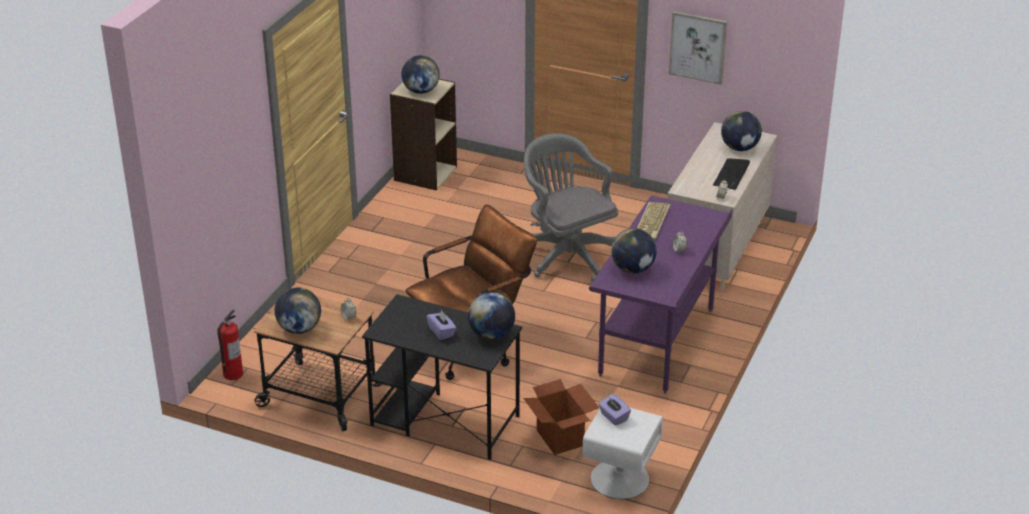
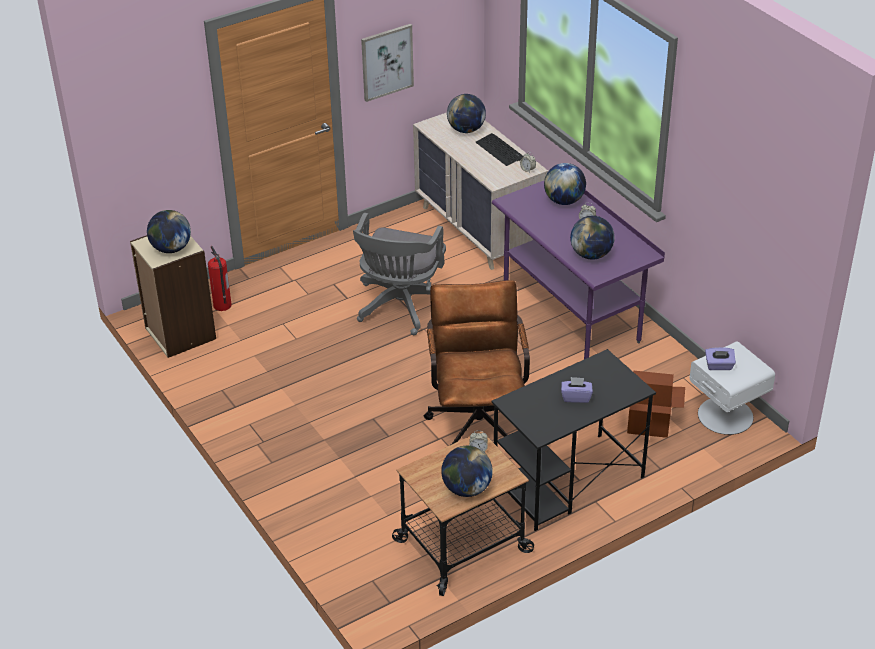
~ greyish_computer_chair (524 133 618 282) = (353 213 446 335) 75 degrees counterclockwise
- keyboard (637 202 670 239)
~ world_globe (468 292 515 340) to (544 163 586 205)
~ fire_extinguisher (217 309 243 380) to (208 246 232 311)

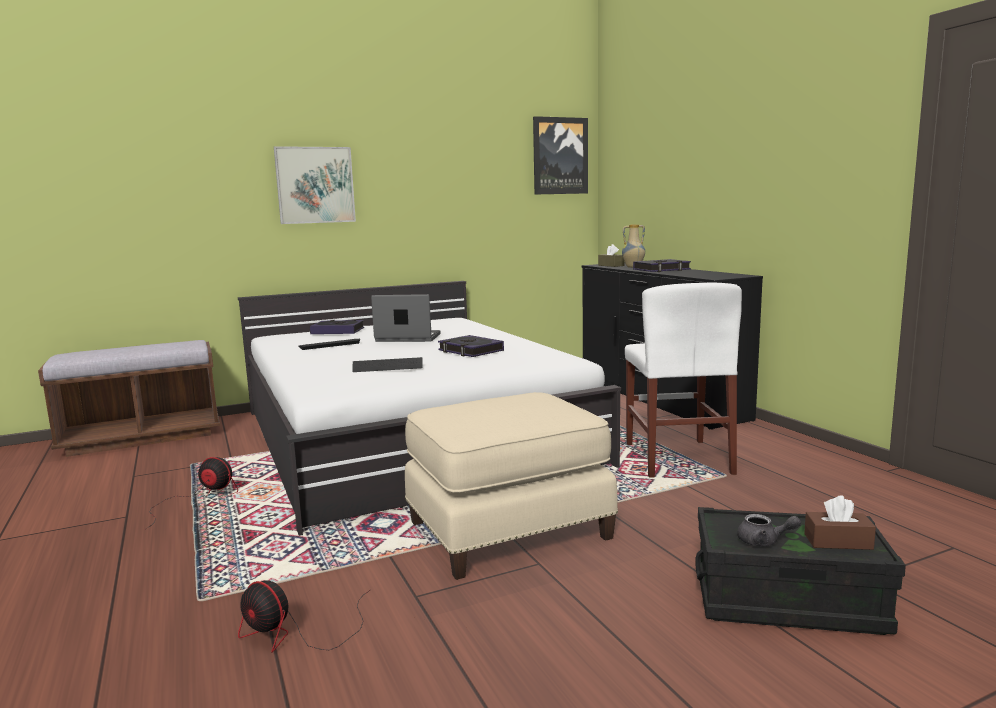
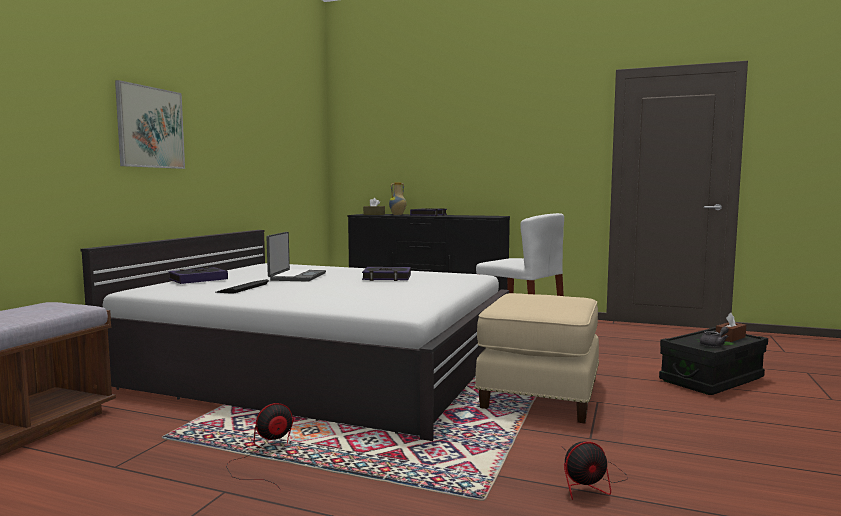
- wall_picture (533 116 588 194)
~ notebook_computer (371 294 441 342) = (267 232 326 282) 135 degrees clockwise
- keyboard (352 357 423 372)

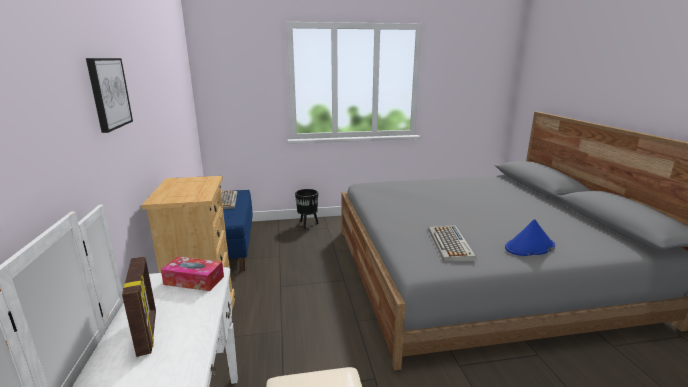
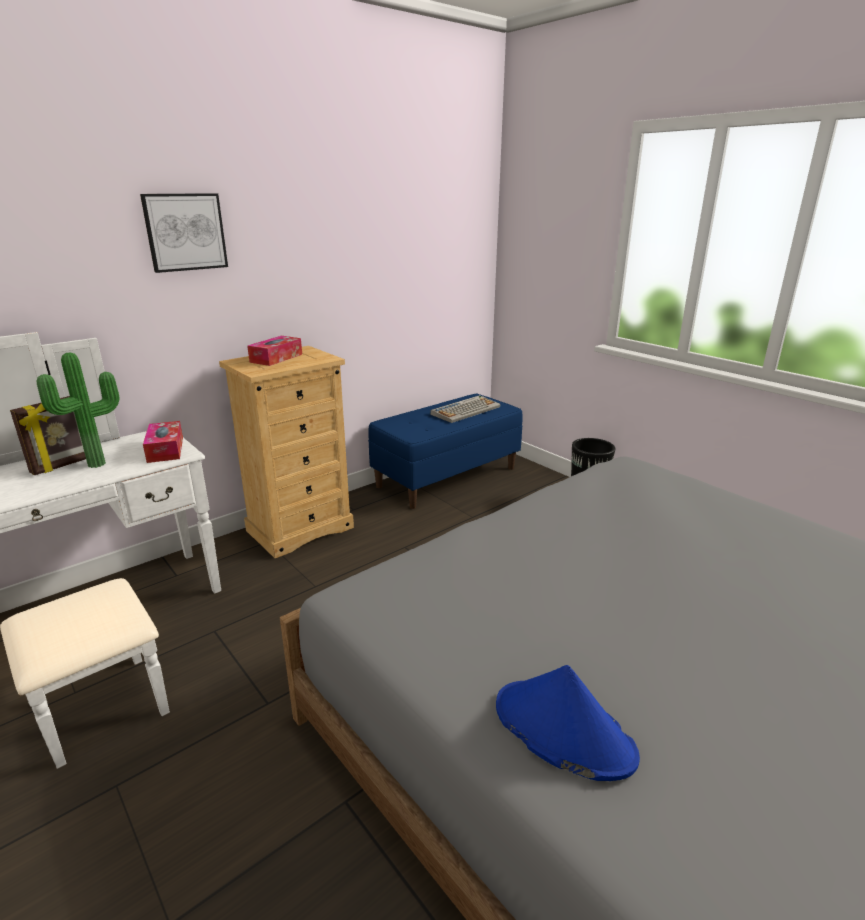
- keyboard (429 225 477 261)
+ box_of_tissues (247 336 302 366)
+ plant_in_a_pot (36 352 119 468)

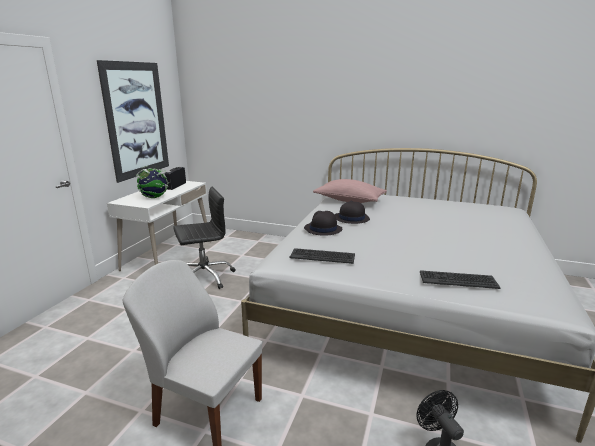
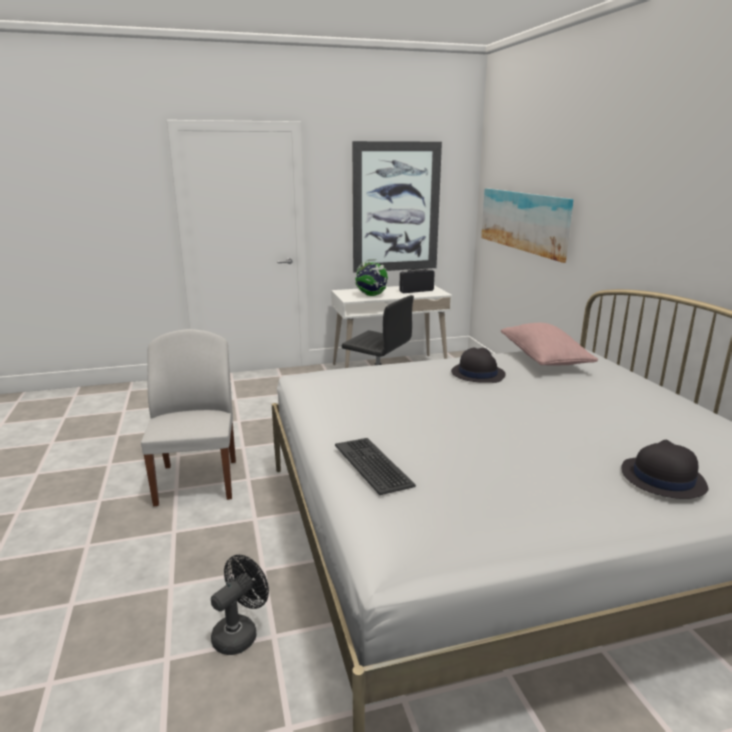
~ blackish_wearable_hat (304 211 342 236) to (622 440 709 499)
- keyboard (289 248 355 264)
+ wall_picture (481 188 574 263)

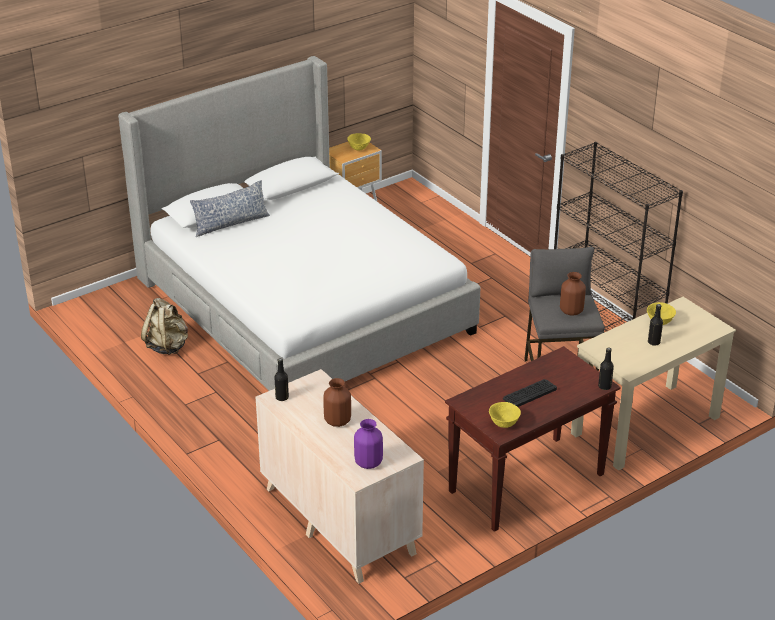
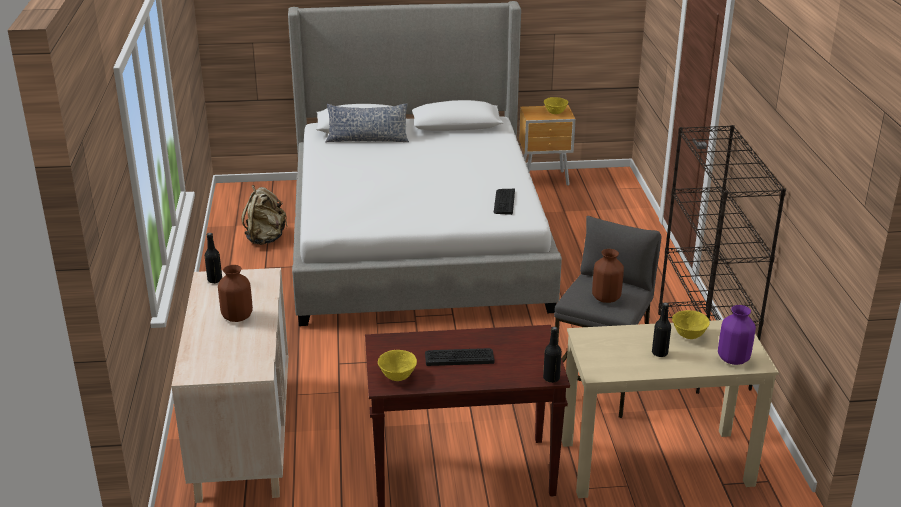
~ purple-coloured_flower_vase (354 419 383 469) to (718 305 756 365)
+ keyboard (494 189 515 215)

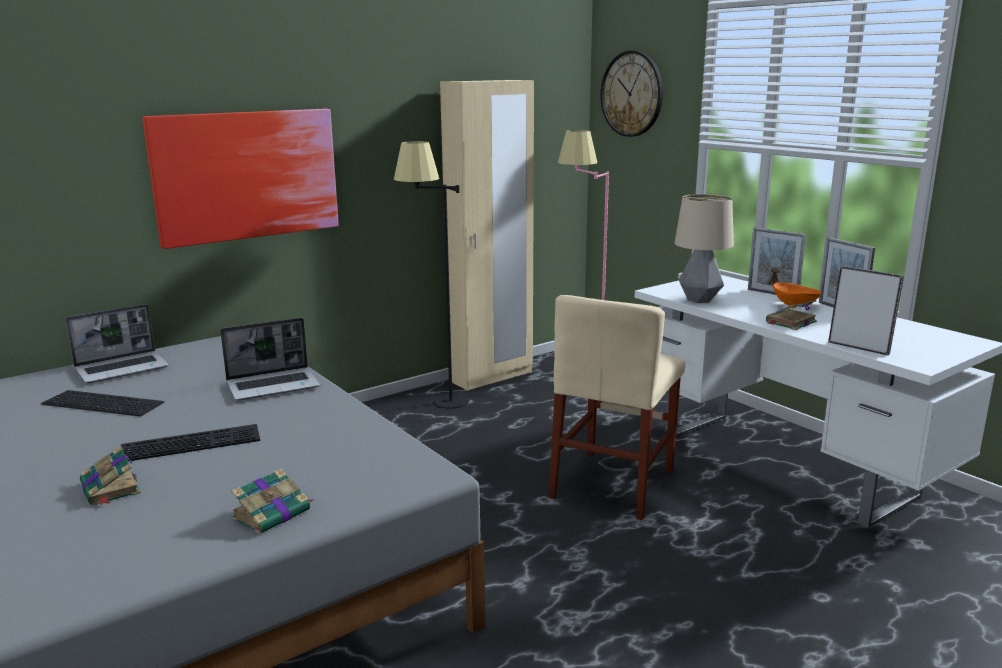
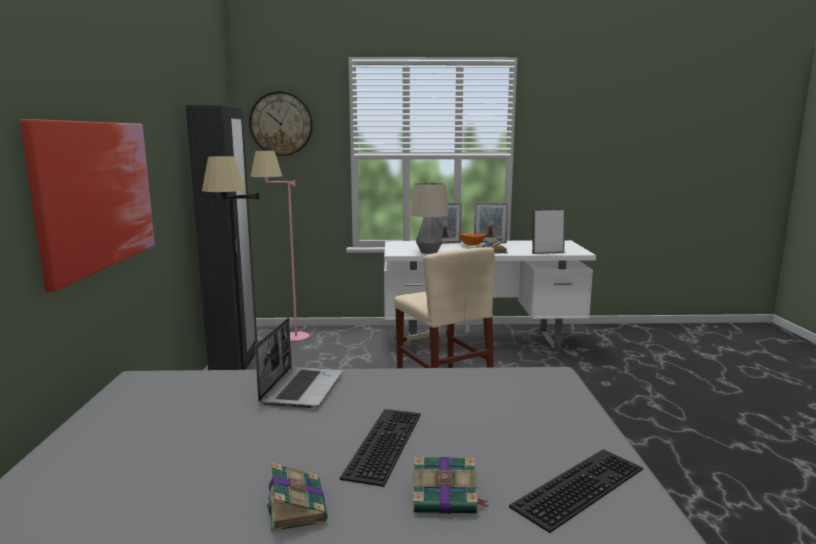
~ beige_wardrobe (440 80 534 391) to blackish_wardrobe (185 105 257 370)
- notebook_computer (65 304 169 383)
~ keyboard (41 390 164 417) to (509 449 643 533)
~ volume (231 469 313 534) to (267 463 328 532)

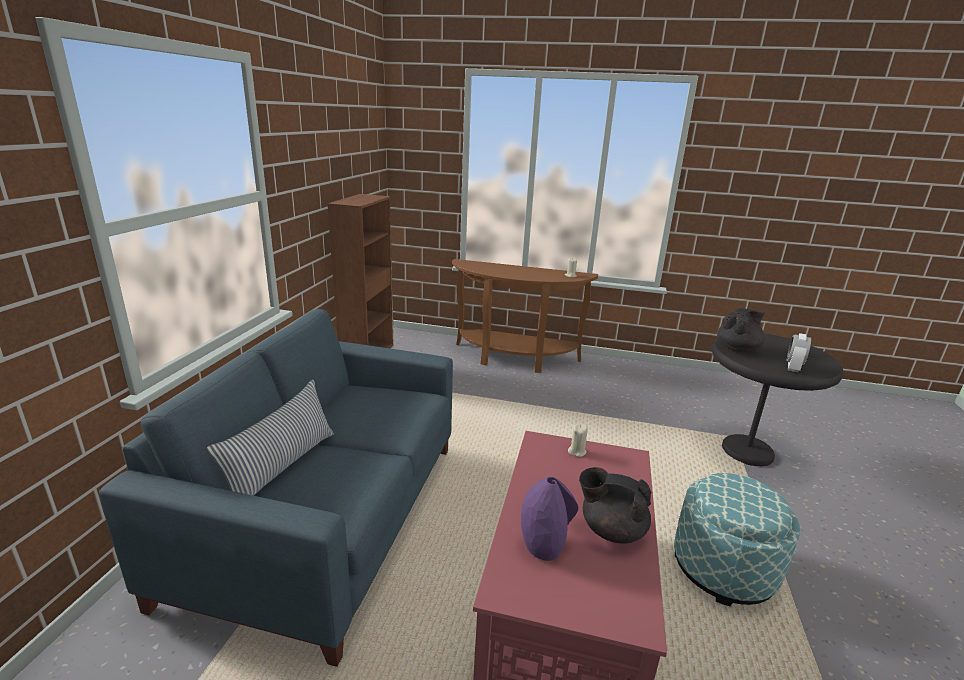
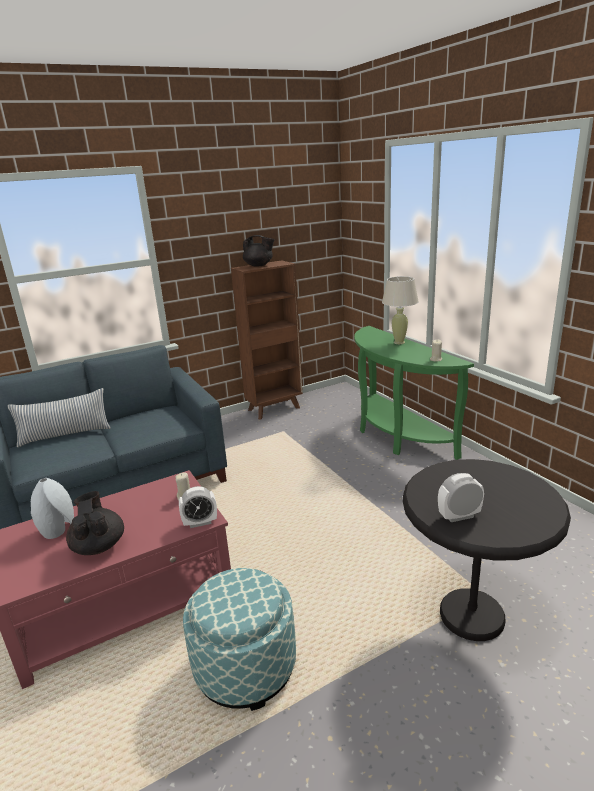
~ brown-coloured_narrow_table (452 259 598 373) to greenish_narrow_table (354 326 474 460)
~ blackish_tea_pot (717 308 765 352) to (243 235 275 266)
~ purple-coloured_flower_vase (521 477 578 561) to greyish_flower_vase (31 478 74 539)
+ beige_tabletop_lamp (382 276 419 344)
+ bedside_clock (179 486 217 528)

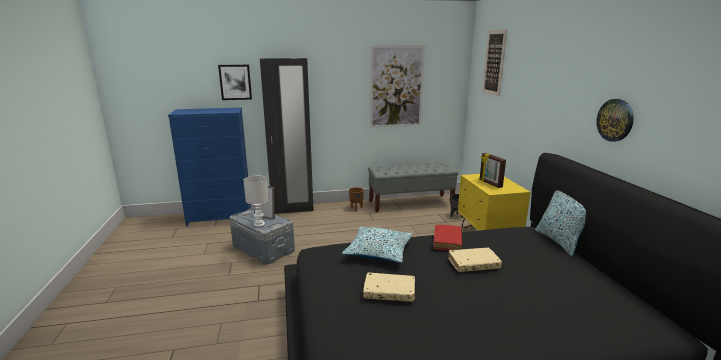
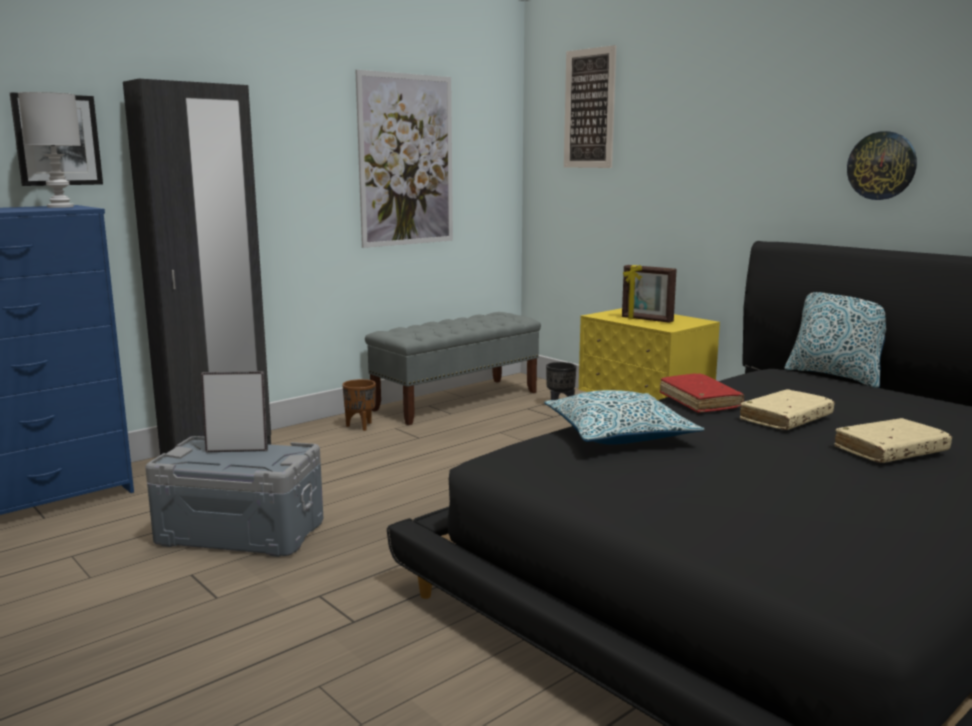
~ whitish_tabletop_lamp (243 176 269 227) to (18 92 81 208)
~ beige_volume (363 273 415 302) to (835 418 952 463)

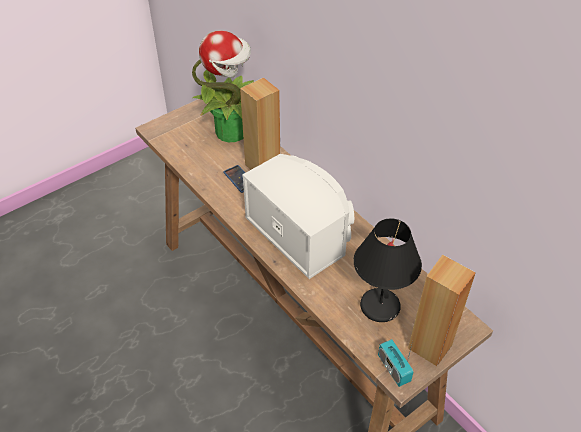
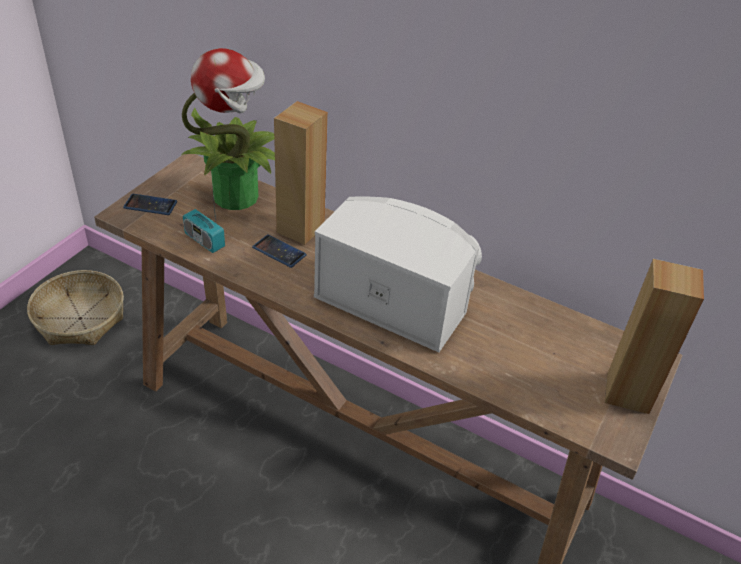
- blackish_tabletop_lamp (353 218 422 322)
~ radio (378 339 414 387) to (183 186 225 253)
+ telephone (123 194 177 215)
+ basket (27 270 124 345)

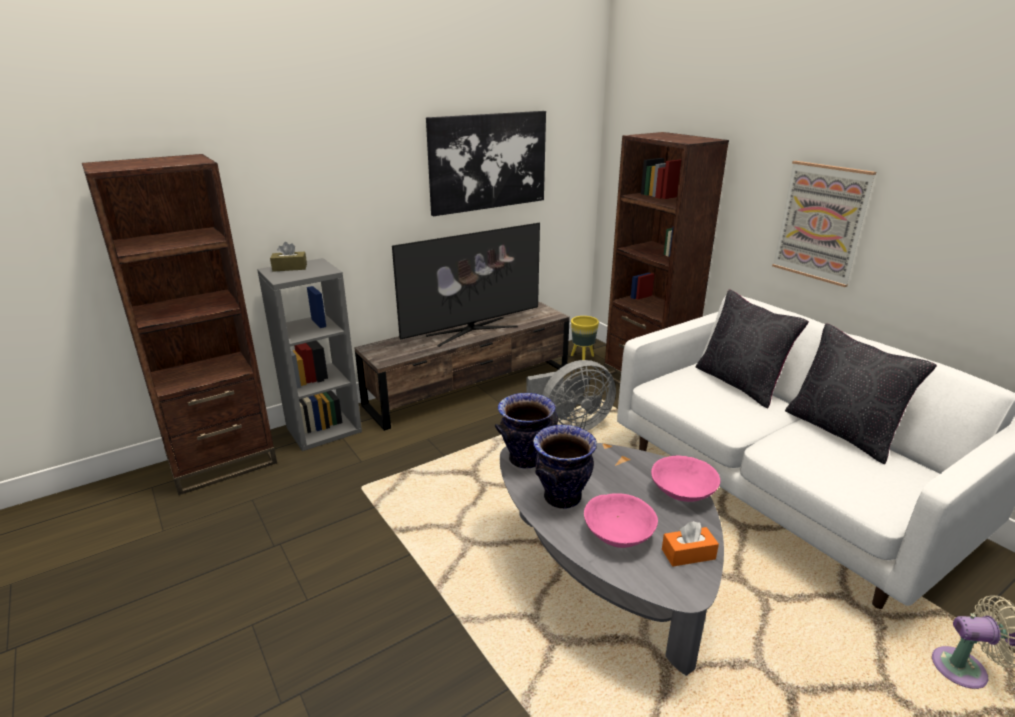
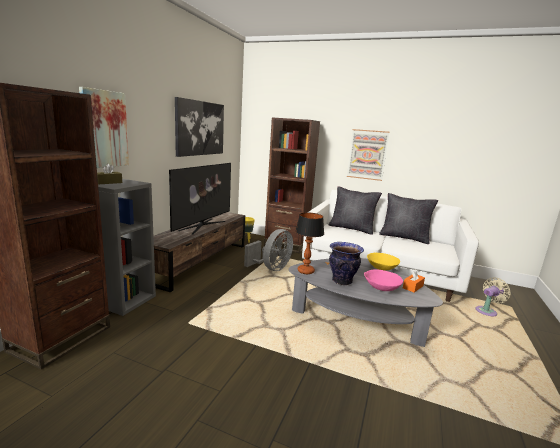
~ flower_vase (495 393 558 468) to tabletop_lamp (295 213 324 274)
~ pink_serving_bowl (651 456 720 502) to yellowish_serving_bowl (367 253 400 270)
+ wall_picture (79 87 129 168)

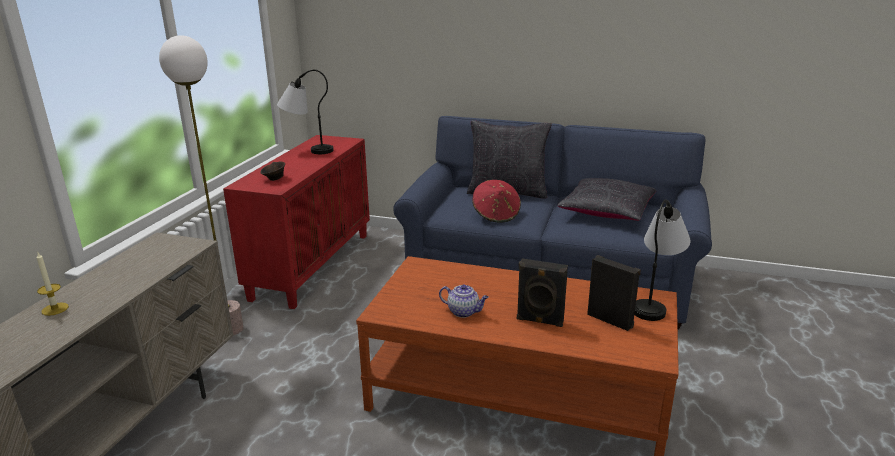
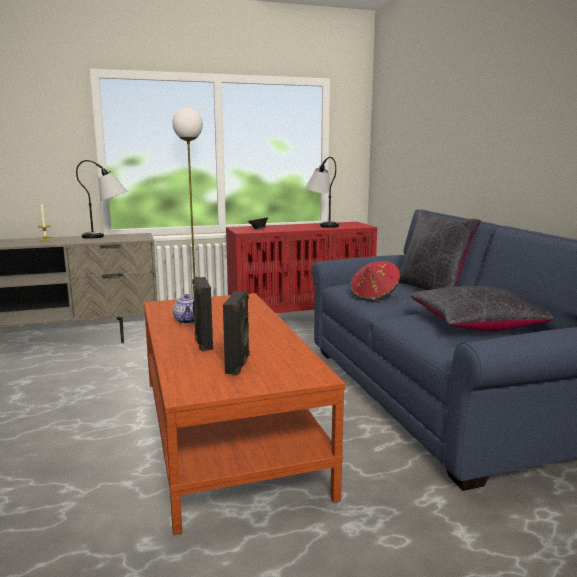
~ tabletop_lamp (634 199 690 321) to (76 160 128 239)

